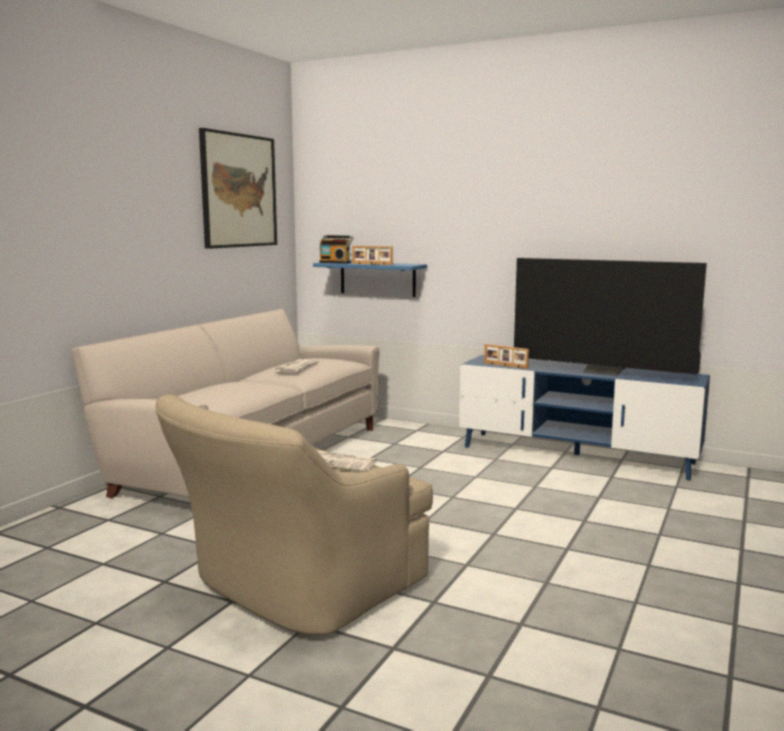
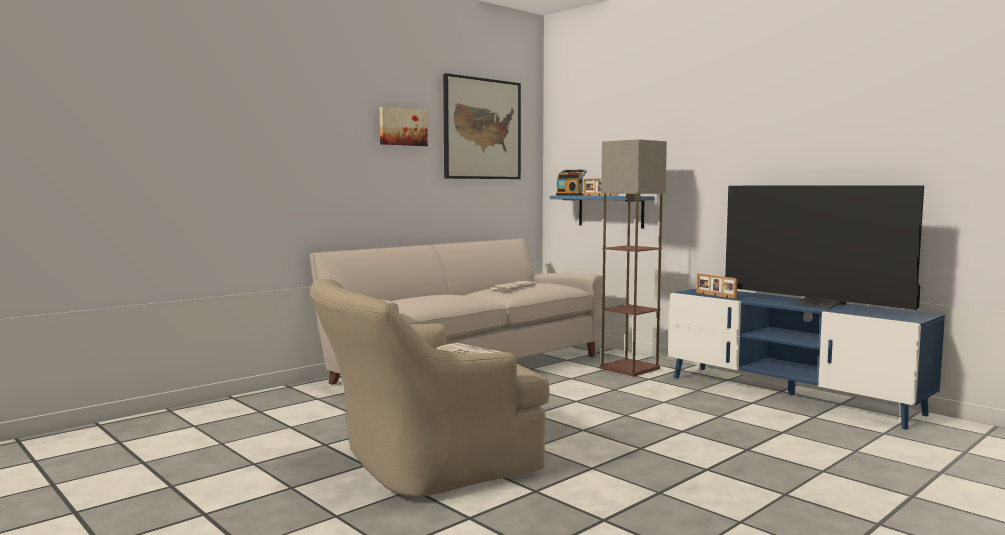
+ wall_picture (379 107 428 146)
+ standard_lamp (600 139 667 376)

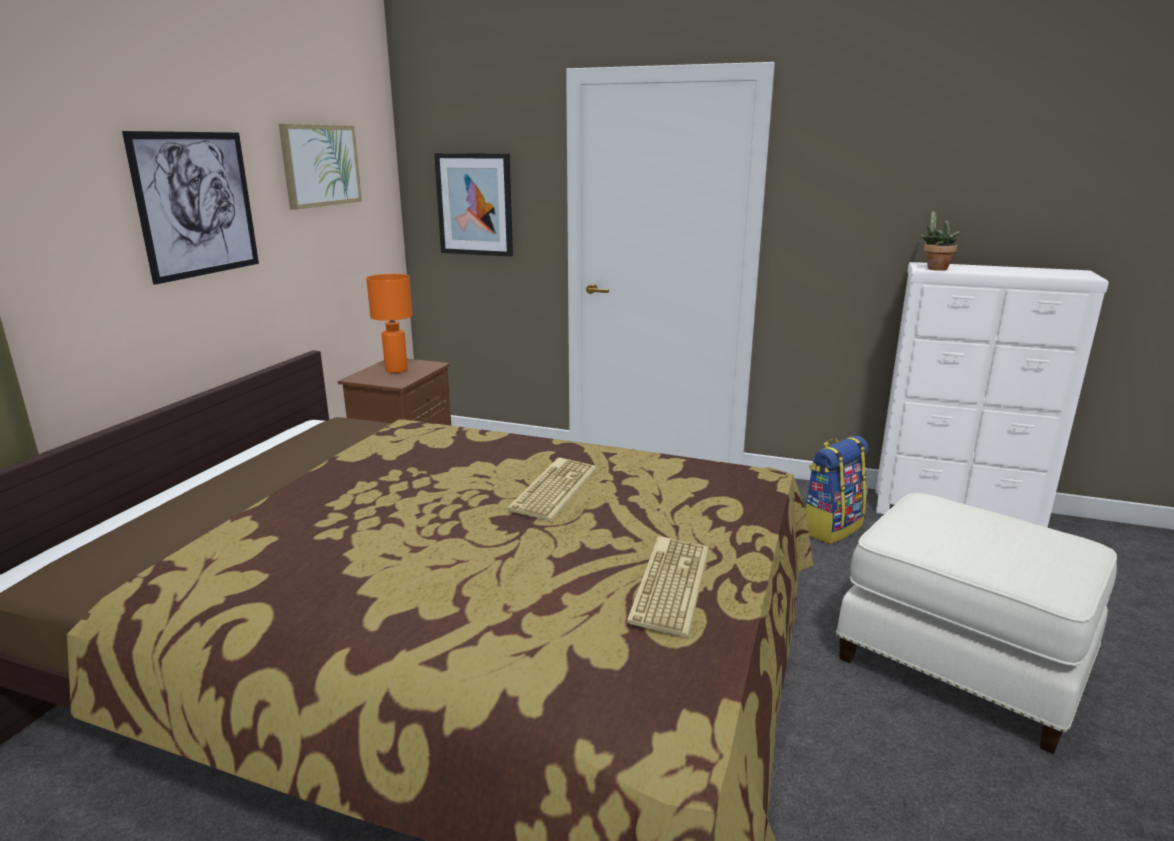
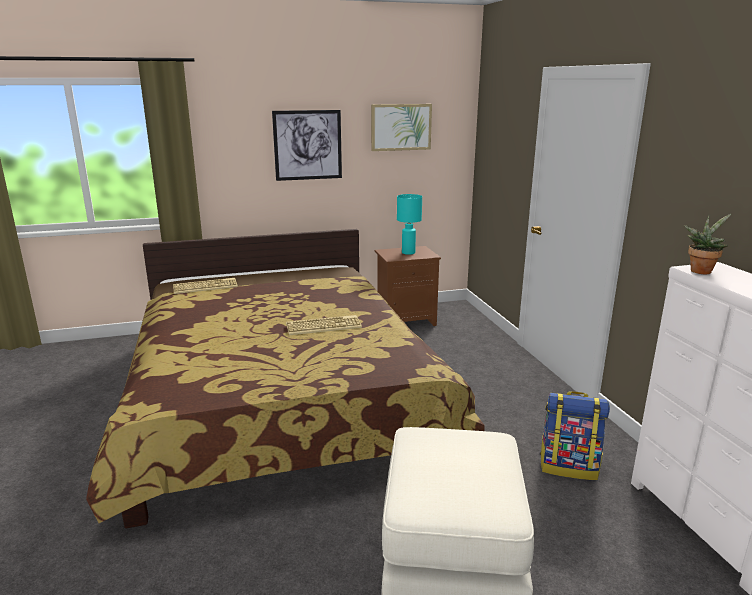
- wall_picture (434 153 513 257)
~ orange-coloured_tabletop_lamp (366 274 412 373) to blue-green_tabletop_lamp (397 194 422 255)
~ keyboard (627 536 709 638) to (173 278 238 294)

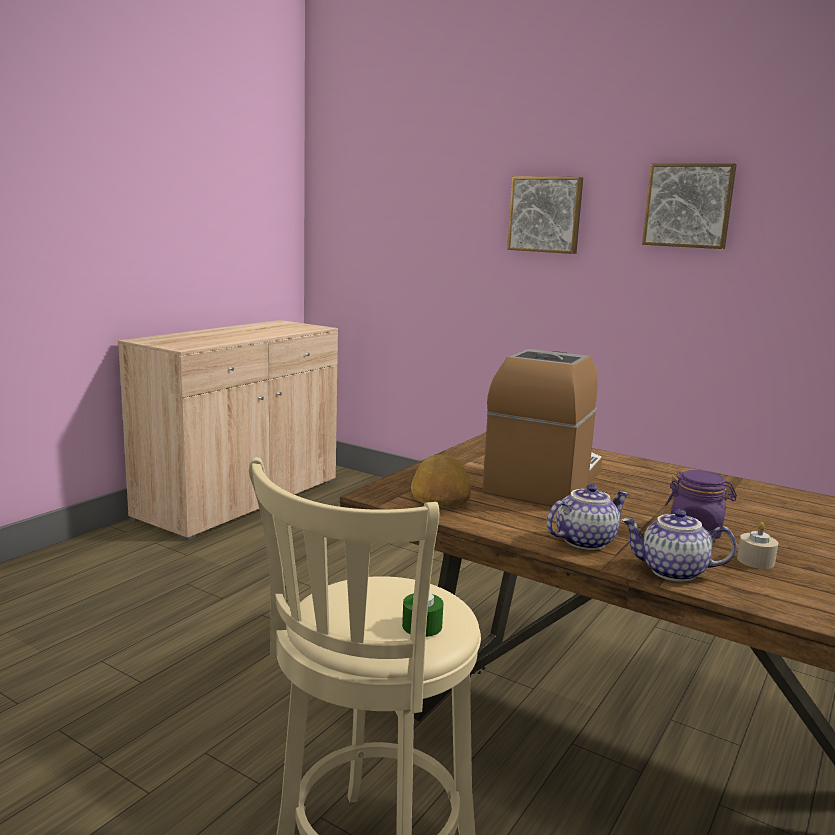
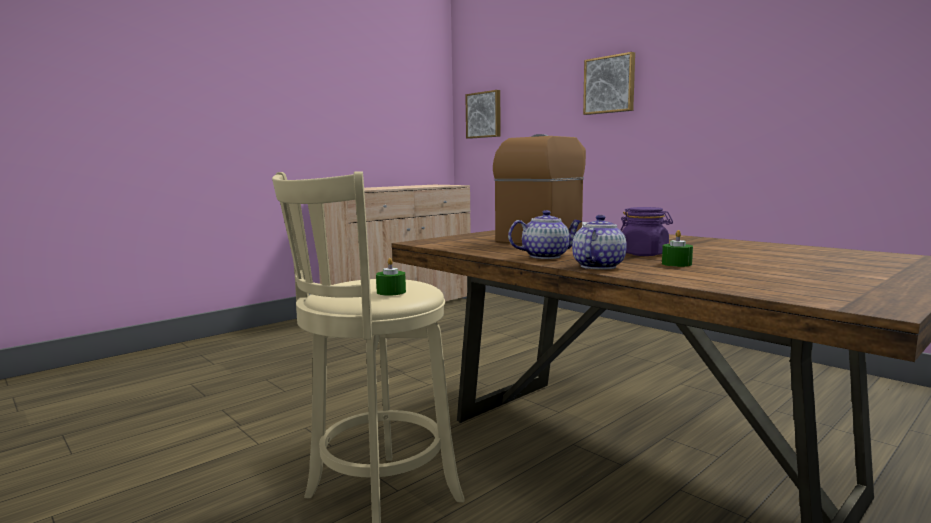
~ wall_picture (642 163 737 249) to (465 90 501 139)
- baked_bread (411 454 471 508)
~ tea_pot (621 509 737 582) = (572 215 627 270) 90 degrees clockwise
~ beige_wax_candle (737 522 778 569) to greenish_wax_candle (662 230 693 267)

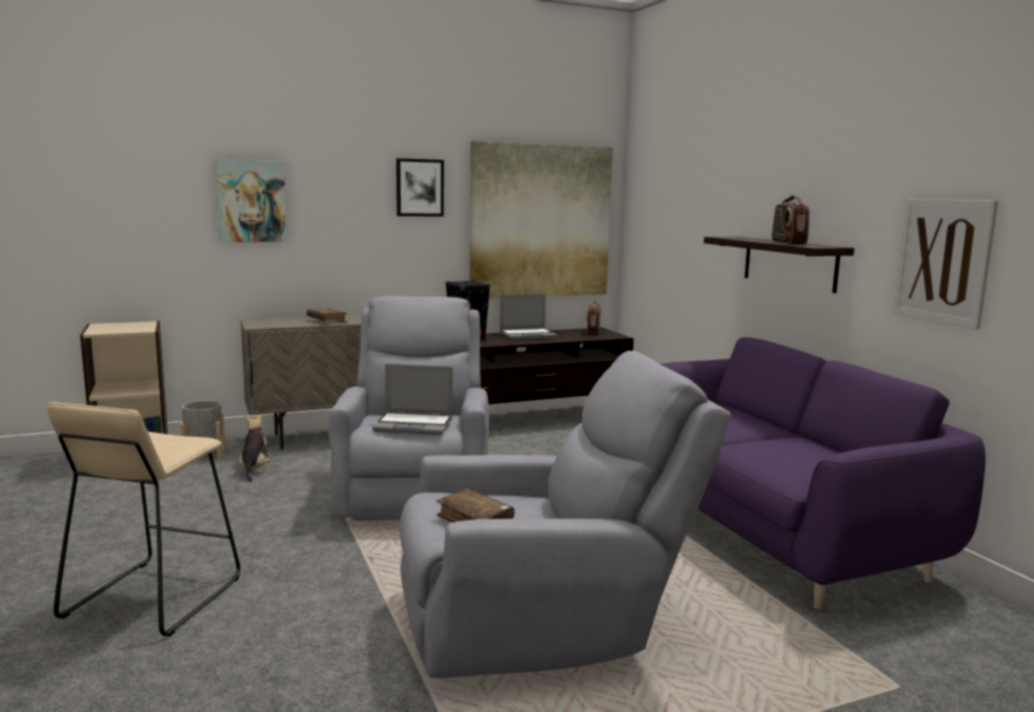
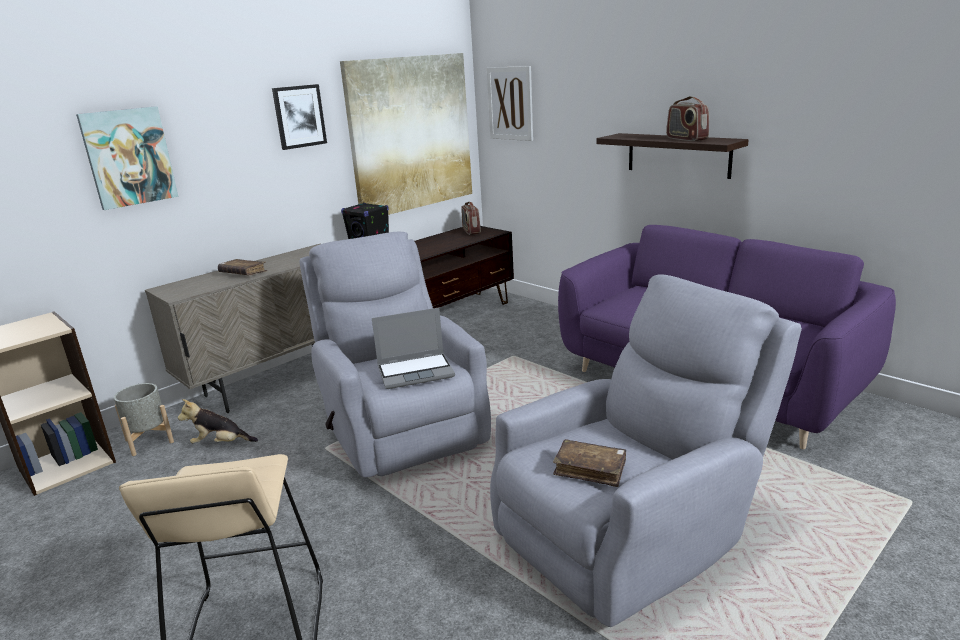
~ wall_picture (892 199 998 329) to (487 66 533 141)
- notebook_computer (500 294 557 340)
~ cuddly_toy (239 414 271 482) = (178 399 258 443) 60 degrees counterclockwise

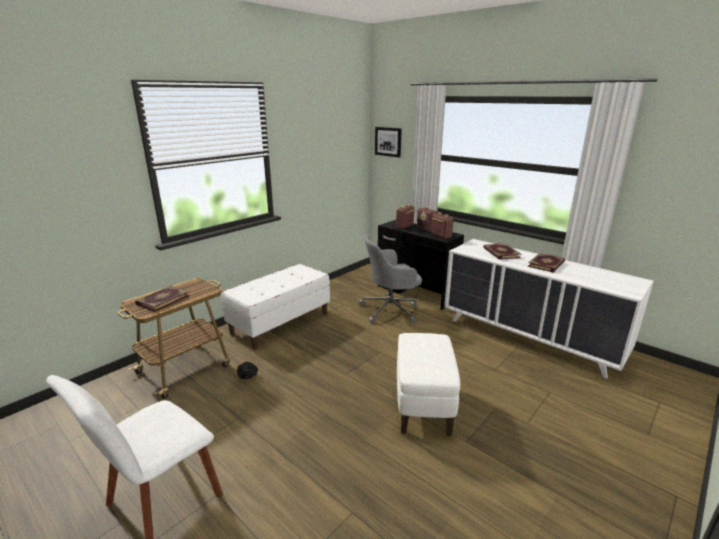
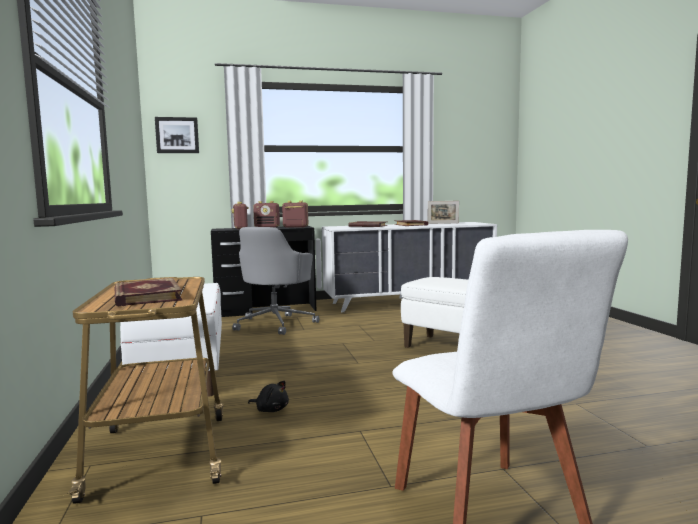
+ standing_frame (428 201 459 224)

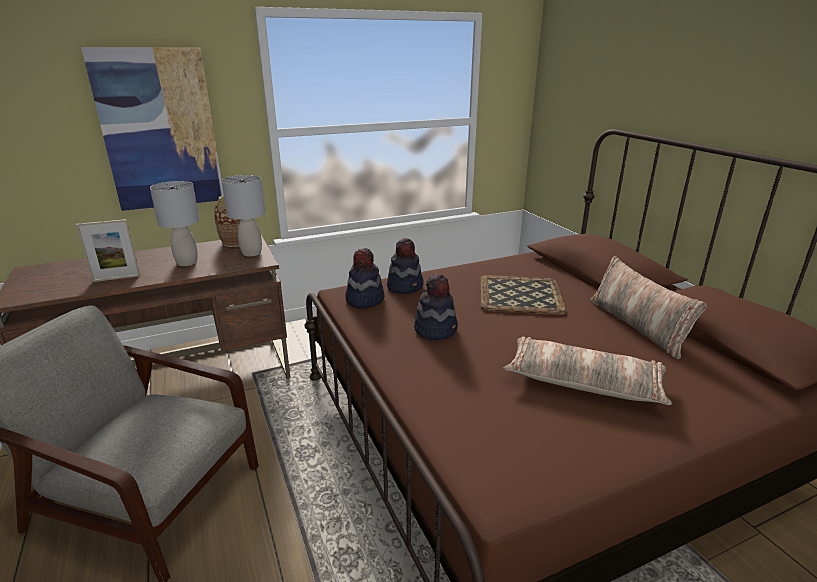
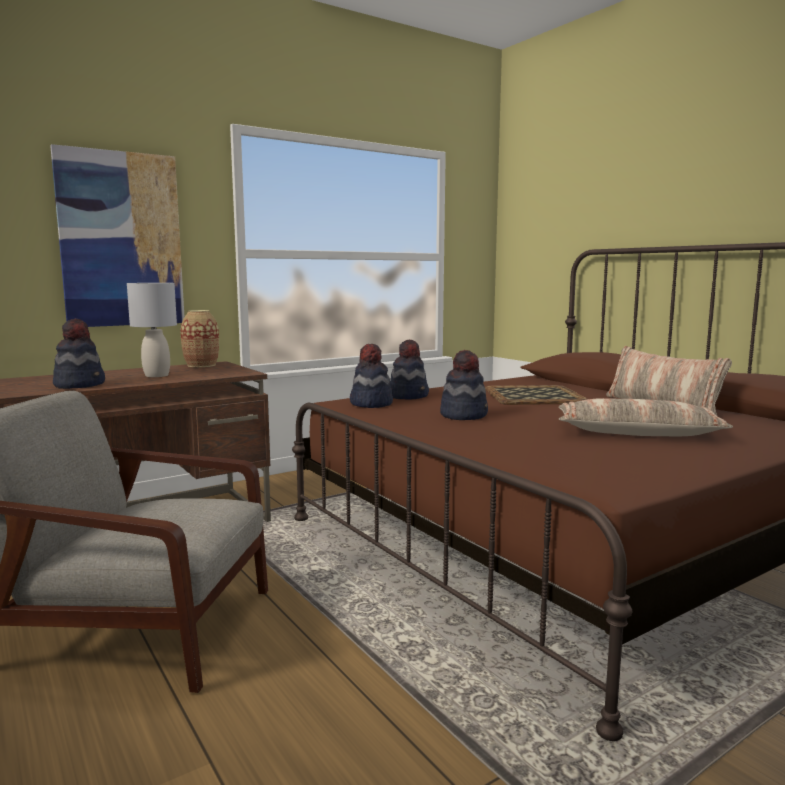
- greyish_tabletop_lamp (222 175 265 257)
~ standing_frame (76 219 140 282) to wearable_hat (53 319 105 389)

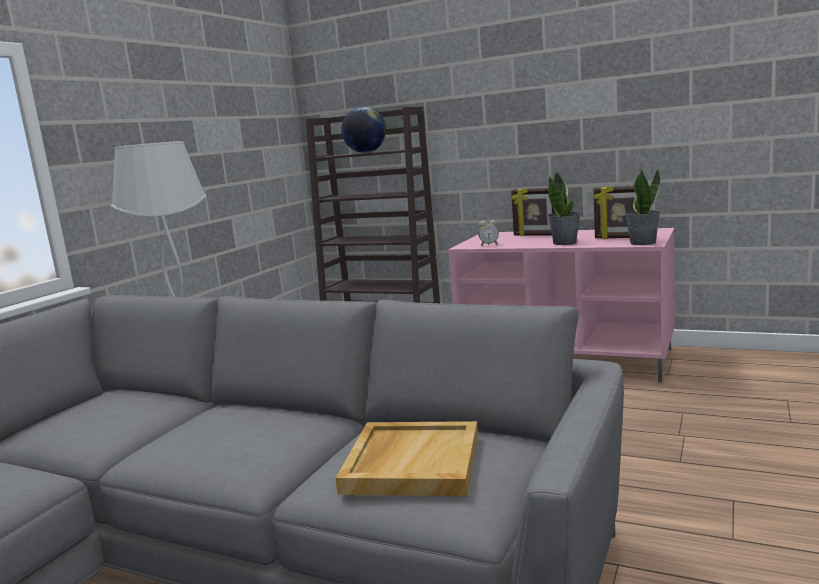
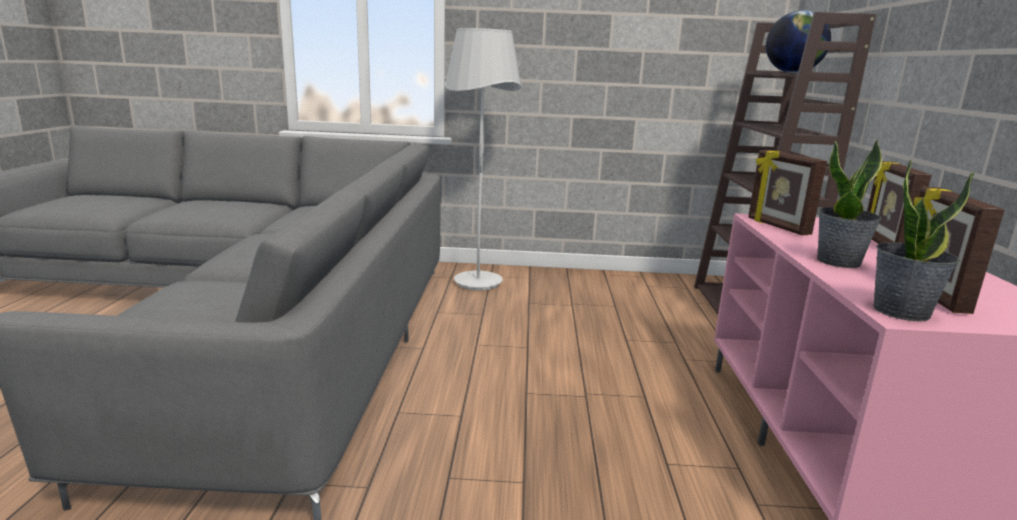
~ bedside_clock (478 220 499 246) to standing_frame (748 150 827 235)
- beige_serving_tray (335 421 478 496)

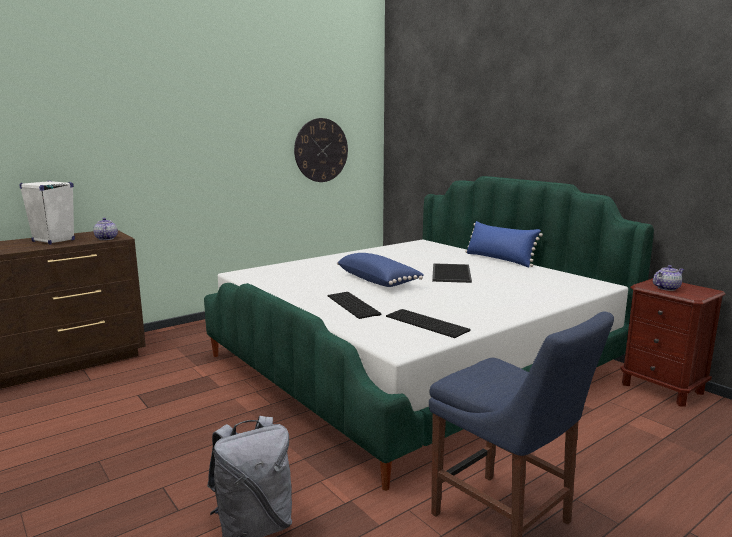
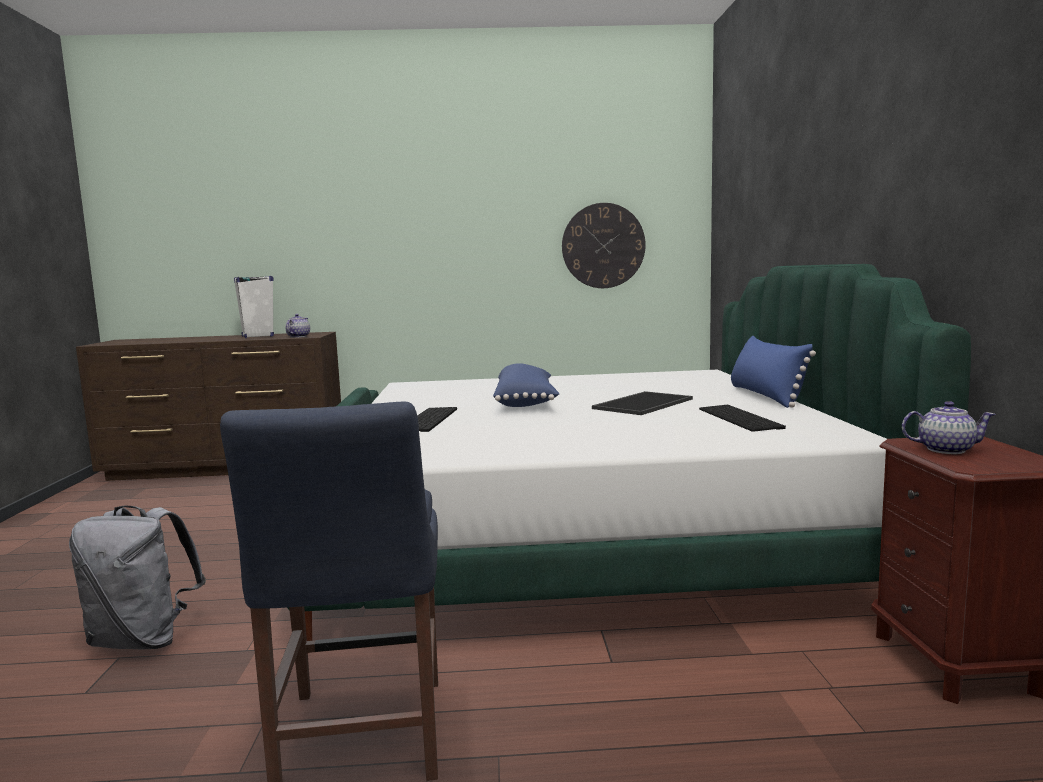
~ keyboard (386 309 470 338) to (699 405 786 432)

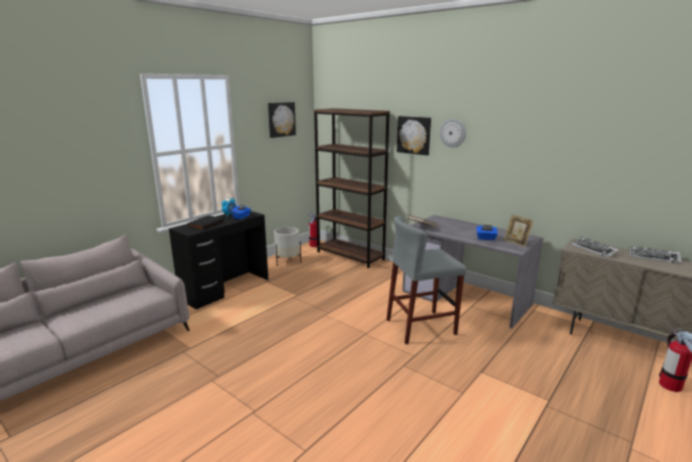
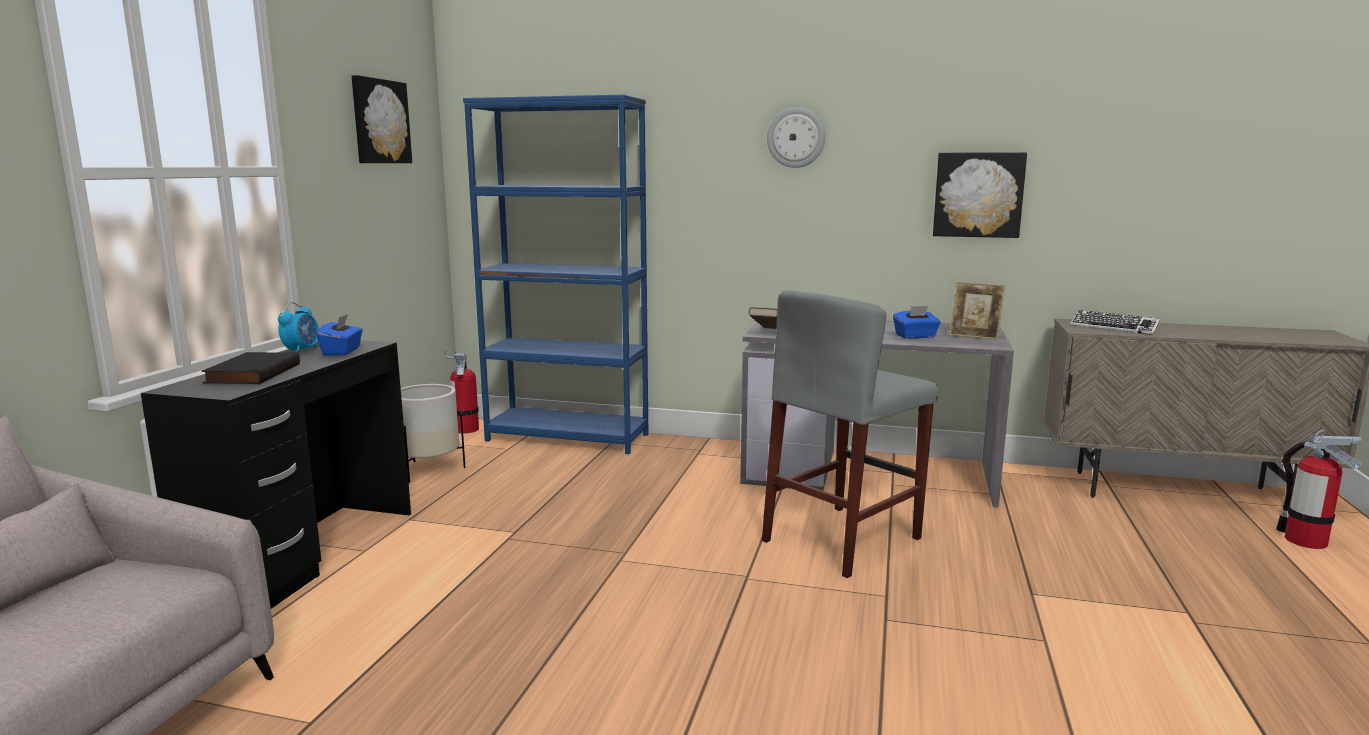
~ brown-coloured_bookcase (314 108 390 268) to blue_bookcase (463 95 648 454)
~ wall_picture (397 116 431 155) to (933 152 1027 238)
- keyboard (629 246 681 264)

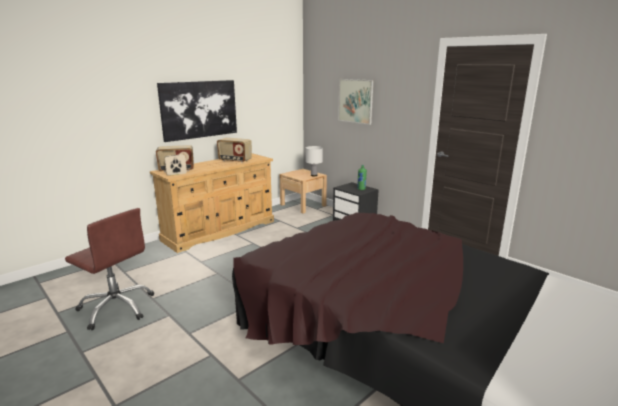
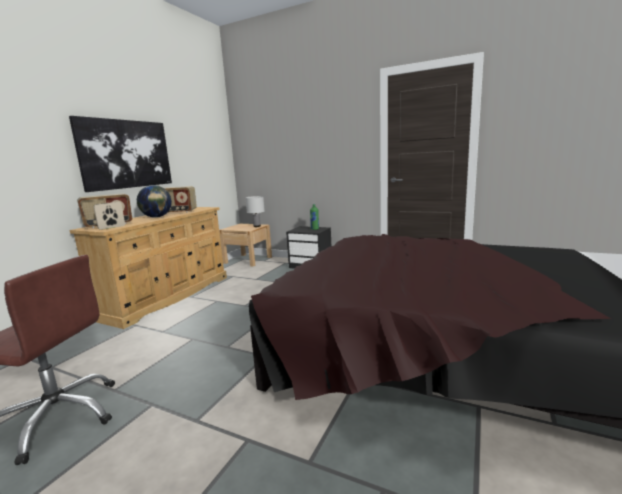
- wall_picture (338 79 373 125)
+ world_globe (137 185 172 218)

